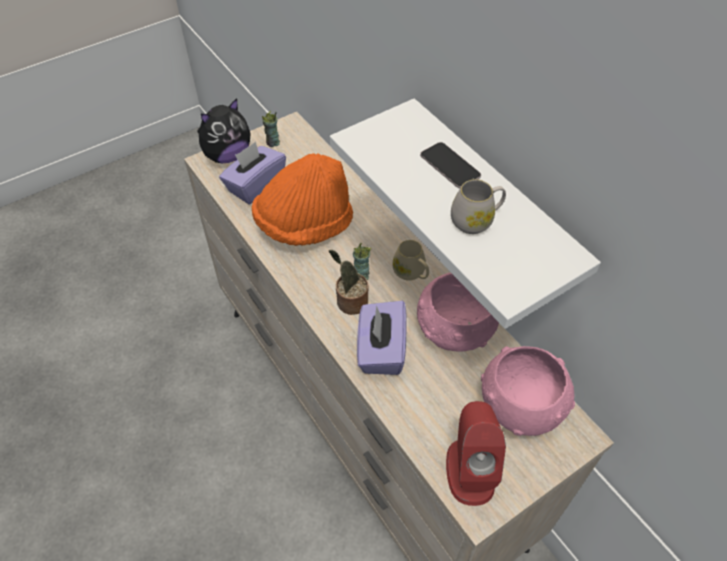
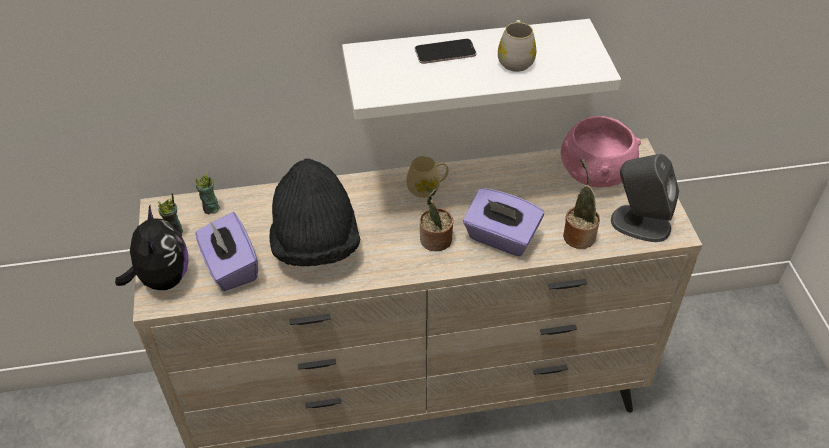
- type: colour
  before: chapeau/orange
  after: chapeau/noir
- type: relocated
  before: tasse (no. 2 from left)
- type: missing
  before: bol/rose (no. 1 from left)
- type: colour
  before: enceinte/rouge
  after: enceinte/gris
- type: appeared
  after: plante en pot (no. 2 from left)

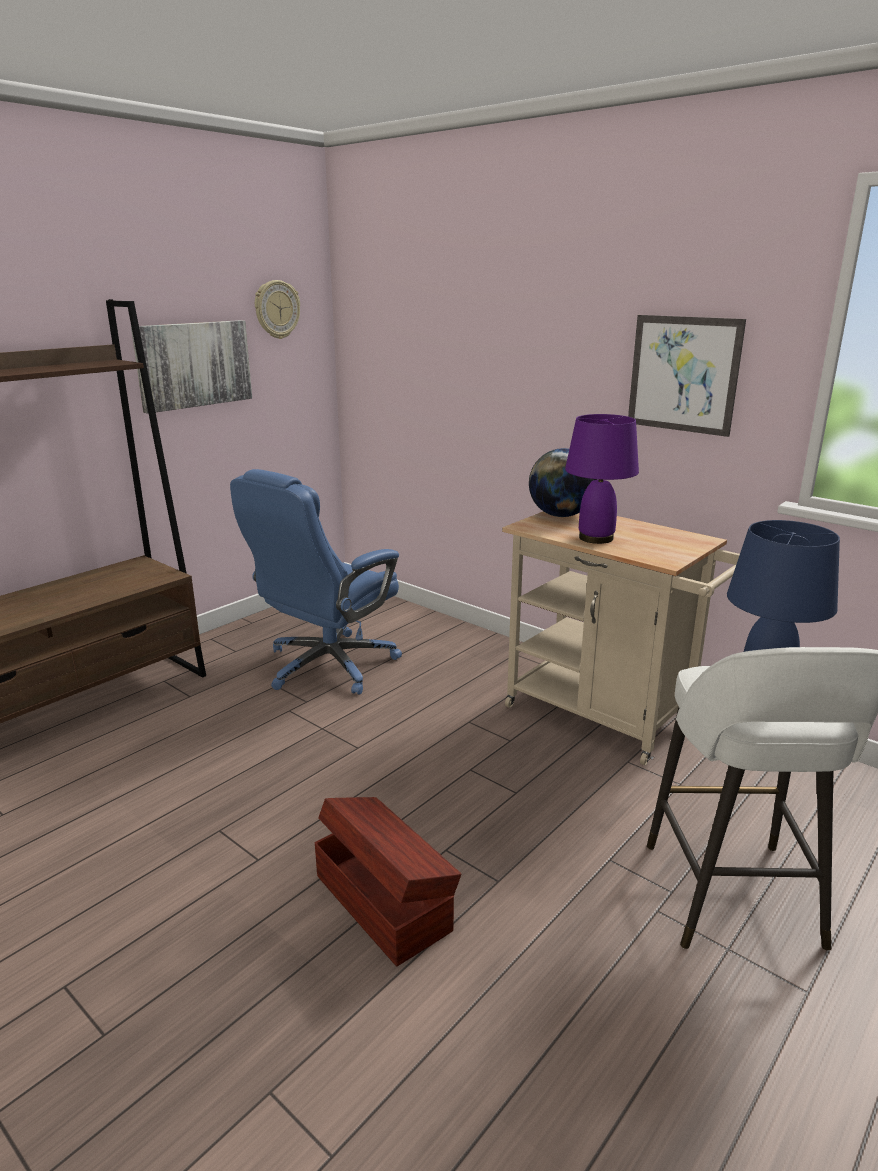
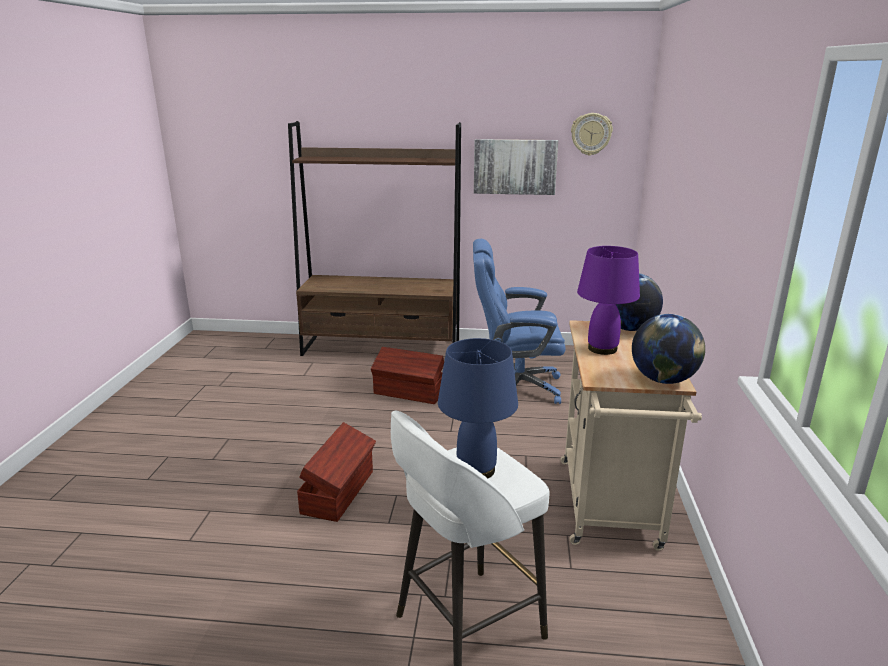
- type: missing
  before: tableau (no. 2 from left)
- type: appeared
  after: boîte de rangement/marron (no. 2 from left)
- type: appeared
  after: globe (no. 2 from left)

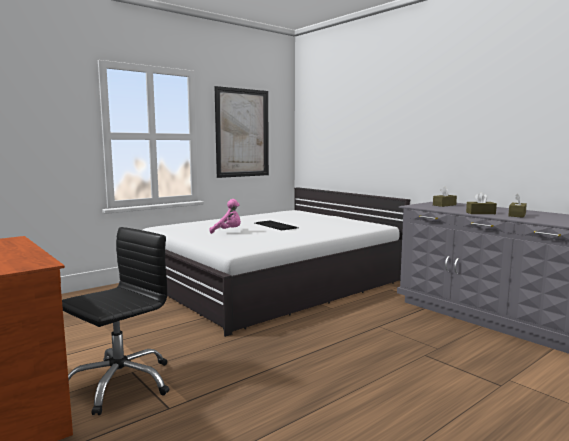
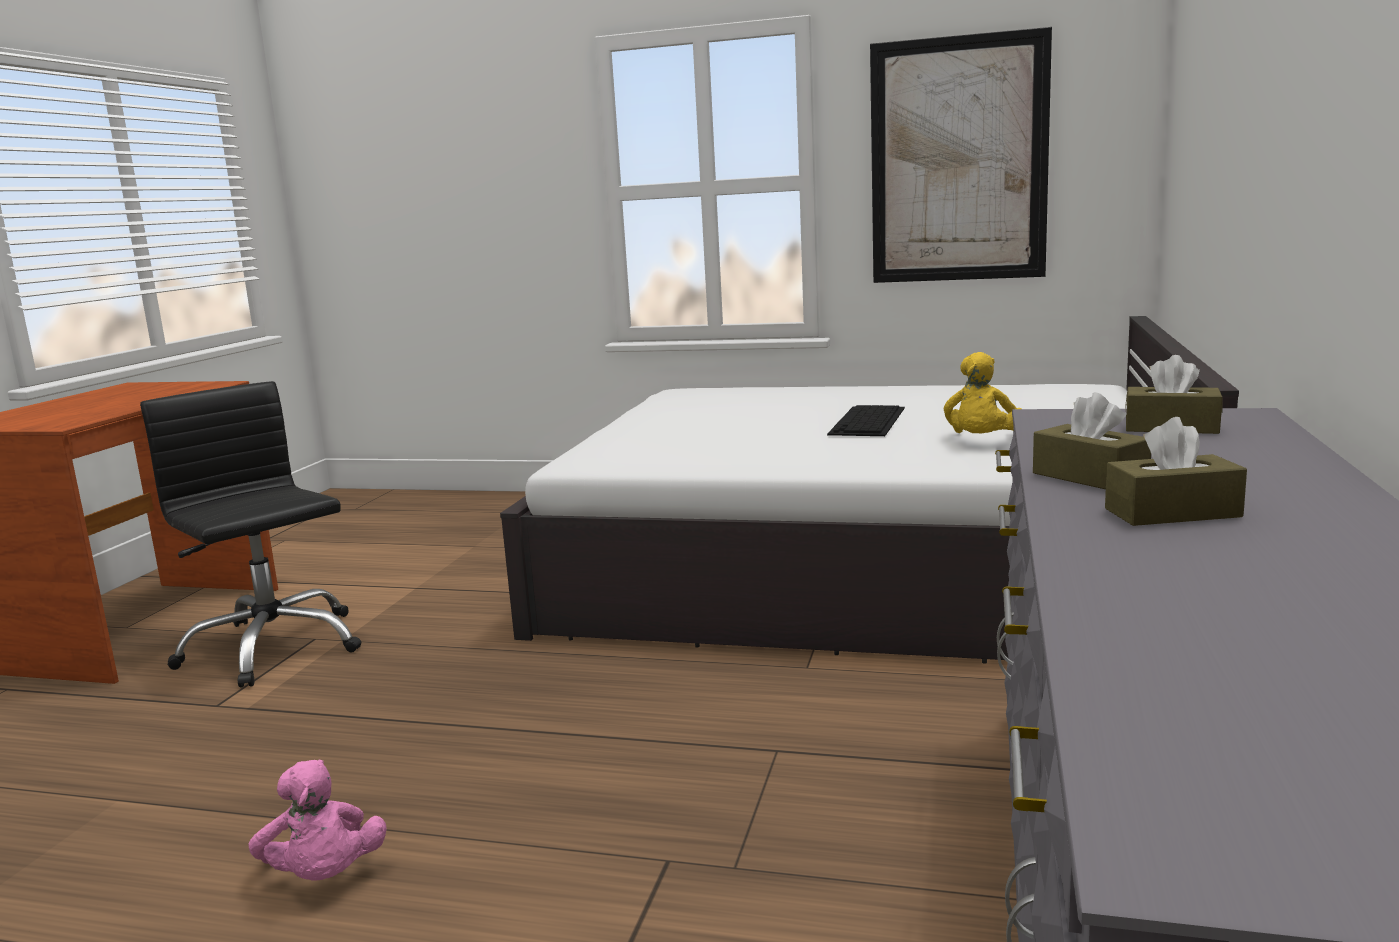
- type: spun
  before: chaise de bureau/noir
  turn: -135
- type: relocated
  before: peluche/rose
- type: appeared
  after: peluche/jaune

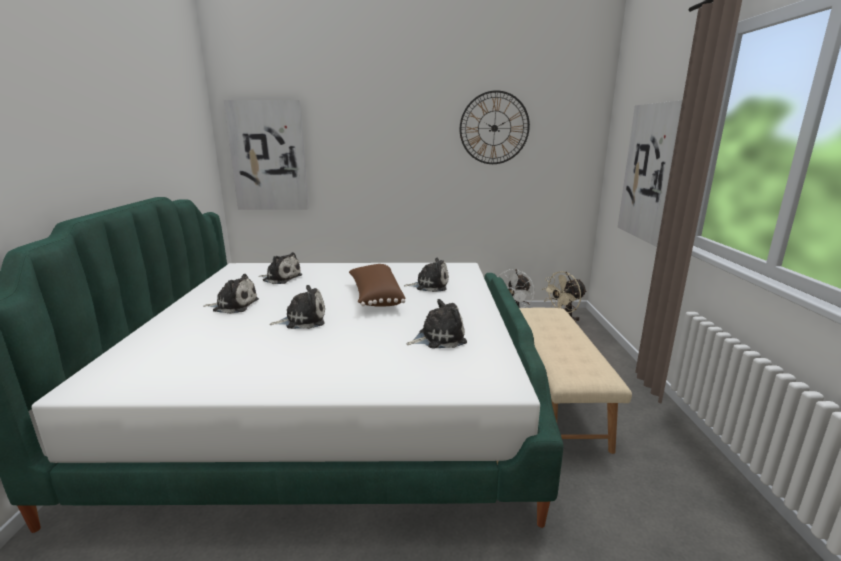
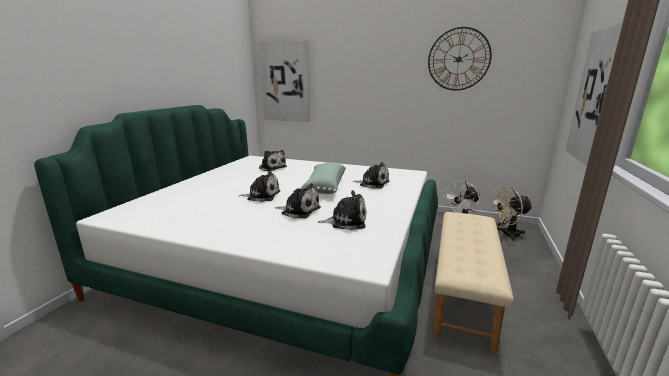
- type: relocated
  before: peluche (no. 1 from left in the first image)
  after: peluche (no. 3 from left)
- type: colour
  before: coussin/marron
  after: coussin/vert

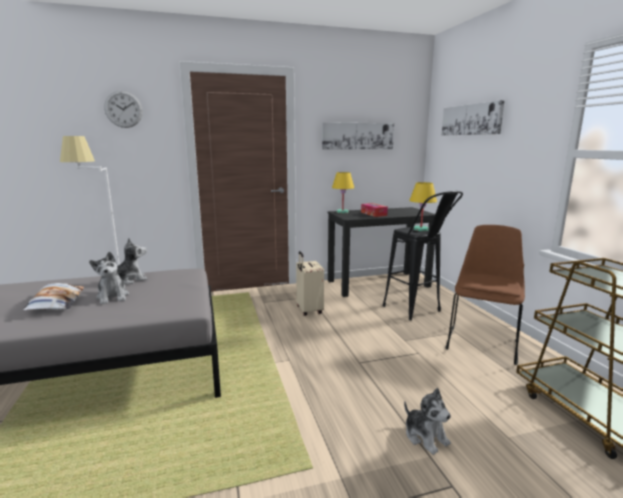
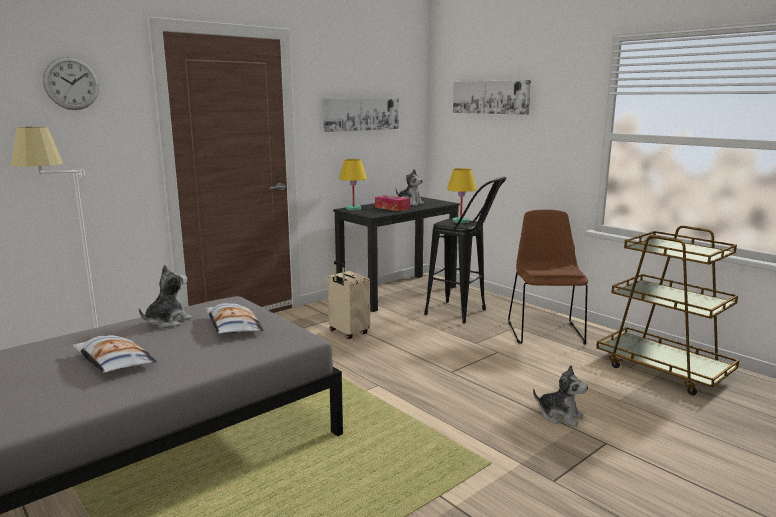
- type: relocated
  before: peluche (no. 1 from left in the first image)
  after: peluche (no. 2 from left)
- type: appeared
  after: coussin (no. 2 from left)

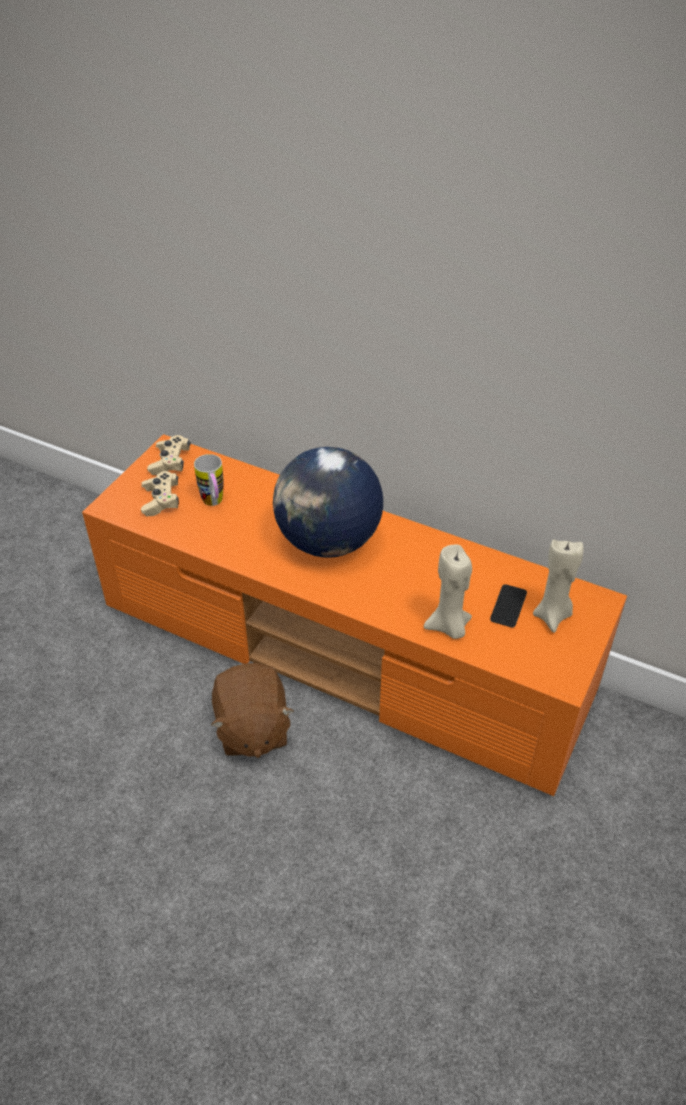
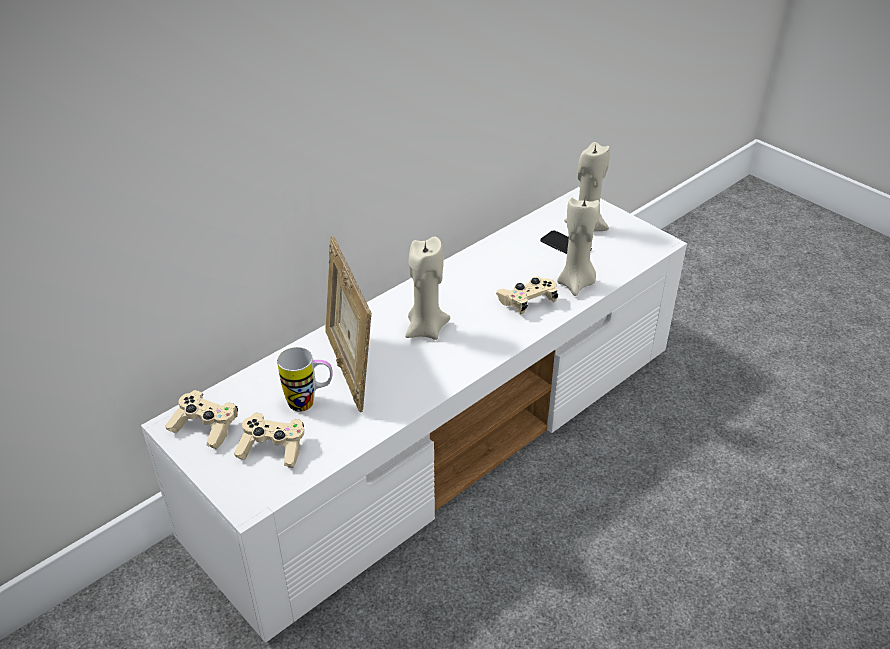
- type: colour
  before: meuble télé/orange
  after: meuble télé/blanc
- type: missing
  before: peluche/marron
- type: exchanged
  before: globe
  after: bougie/beige (no. 1 from left)
- type: appeared
  after: cadre photo
- type: appeared
  after: manette/beige (no. 3 from left)

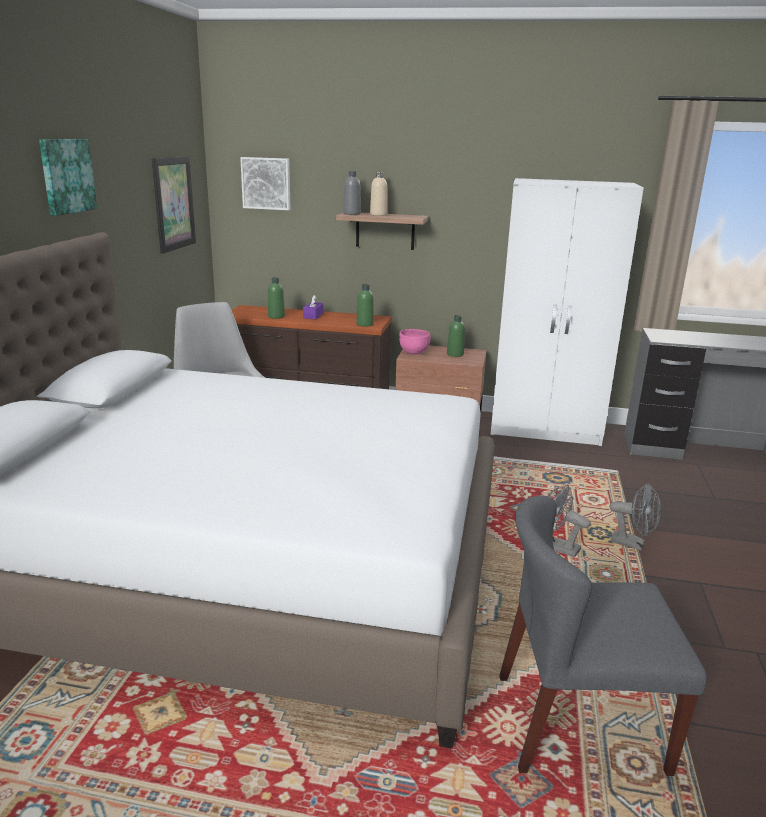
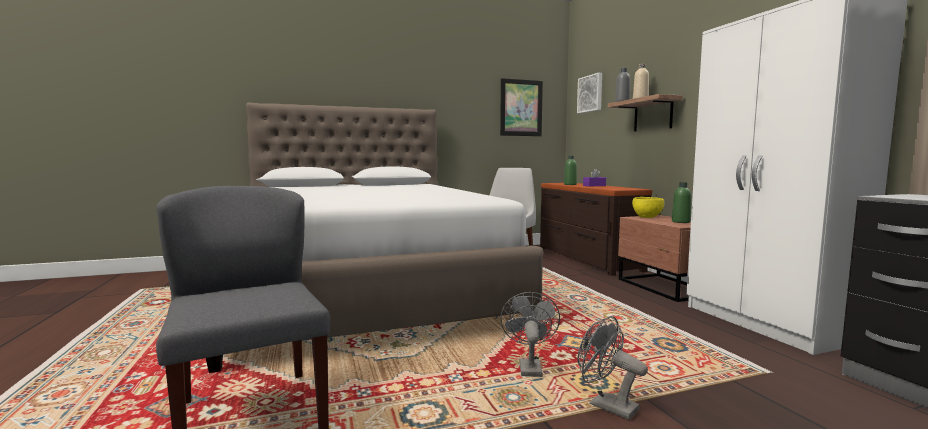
- type: missing
  before: tableau (no. 1 from left)
- type: missing
  before: bouteille/vert (no. 2 from left)
- type: colour
  before: bol/rose
  after: bol/jaune
- type: spun
  before: ventilateur/gris (no. 2 from left)
  turn: 135

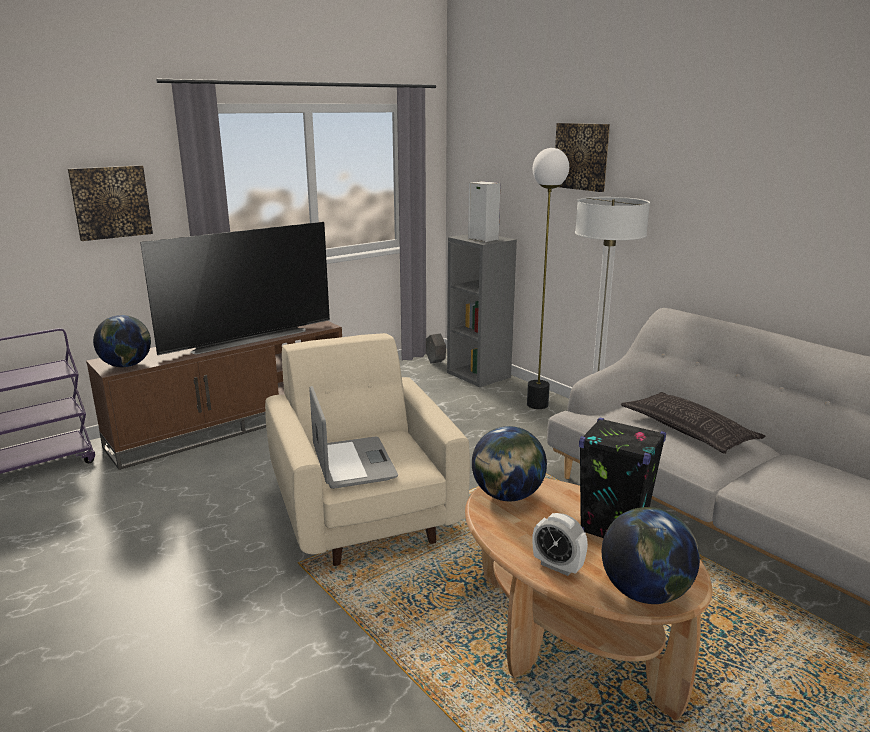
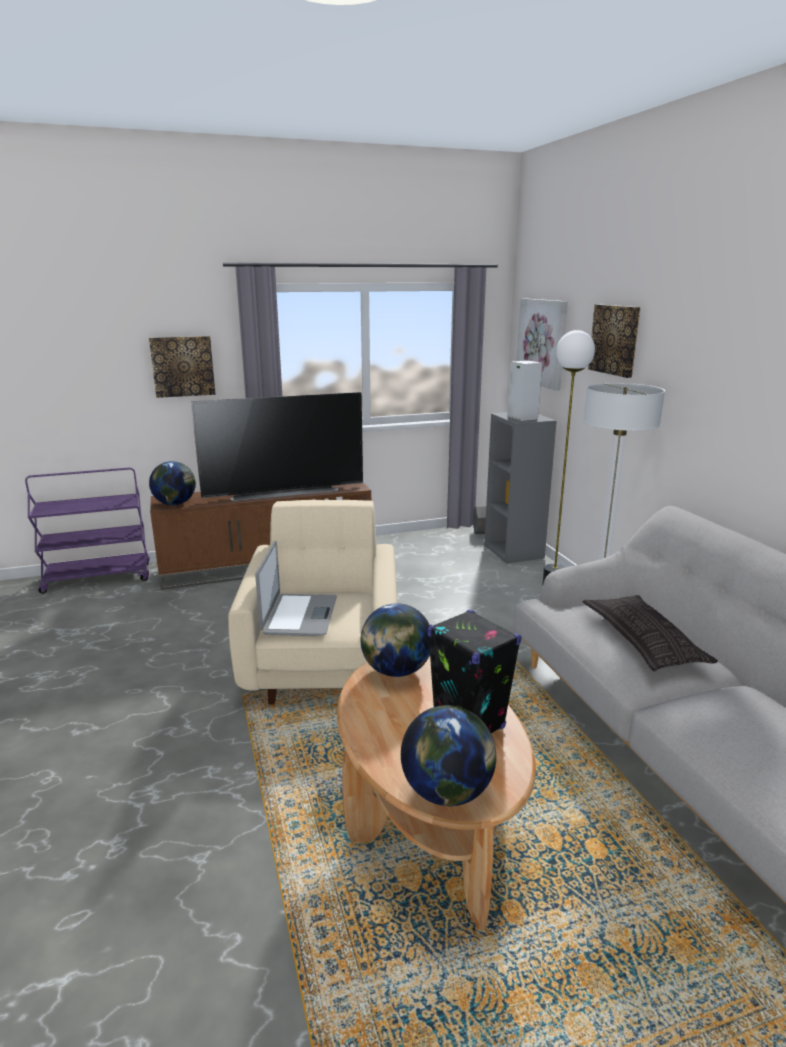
- type: missing
  before: réveil
- type: appeared
  after: tableau (no. 2 from left)

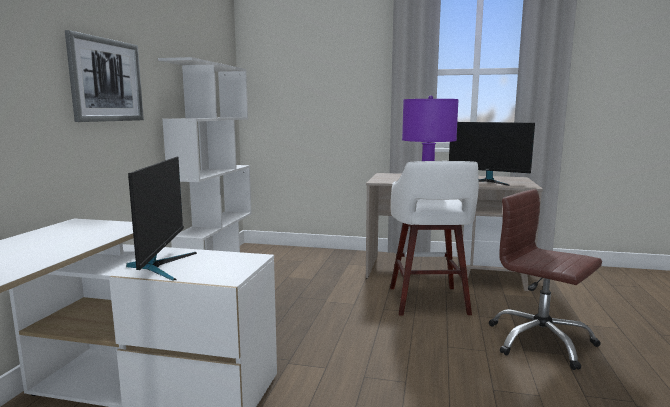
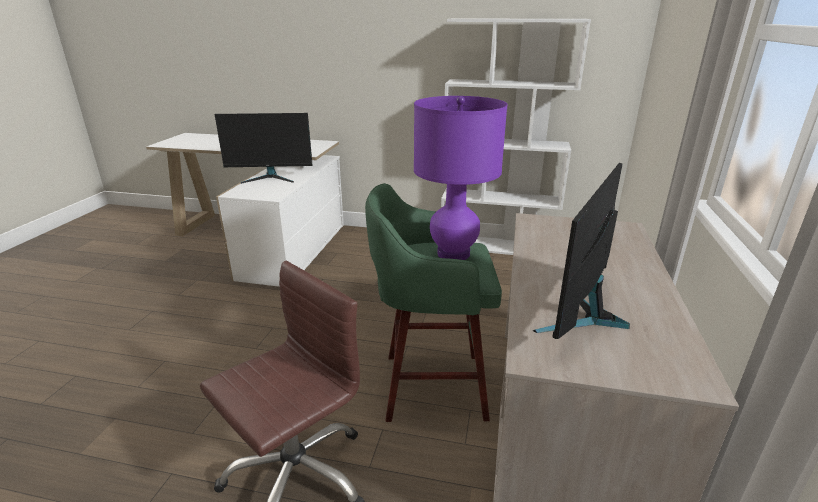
- type: missing
  before: tableau
- type: colour
  before: tabouret/blanc
  after: tabouret/vert

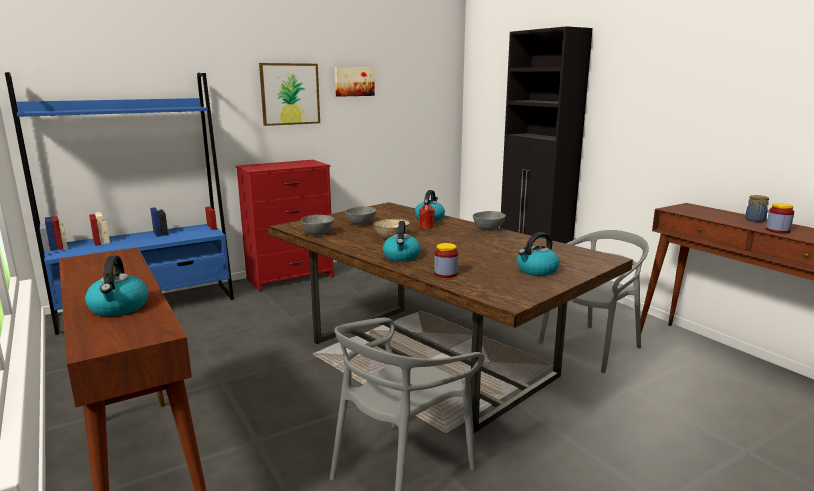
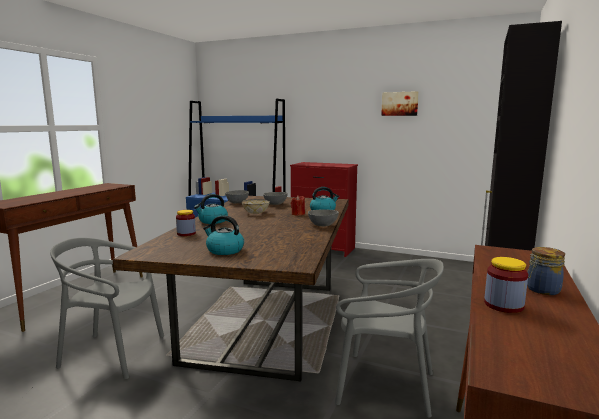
- type: missing
  before: bouilloire (no. 1 from left)
- type: missing
  before: tableau (no. 1 from left)

